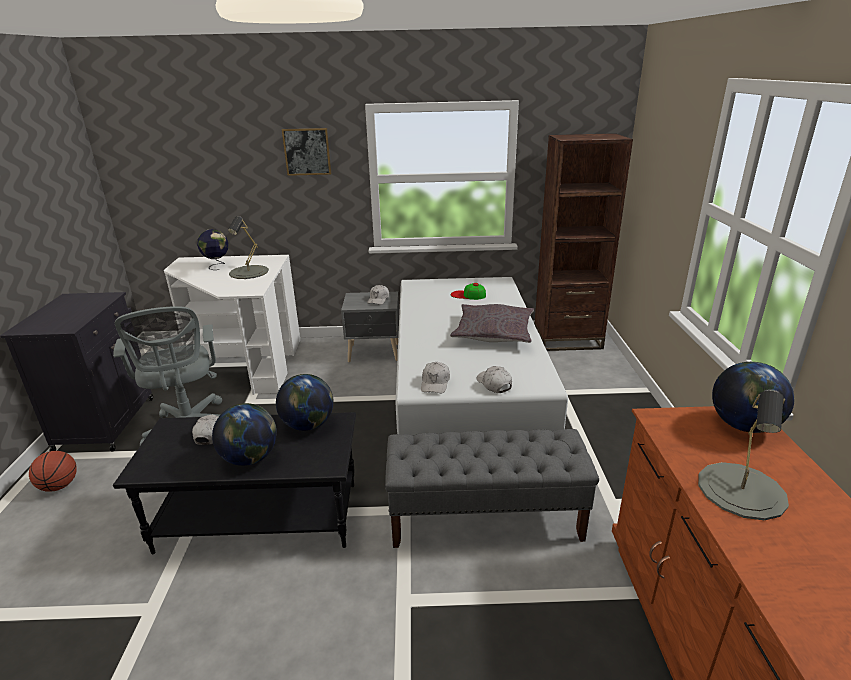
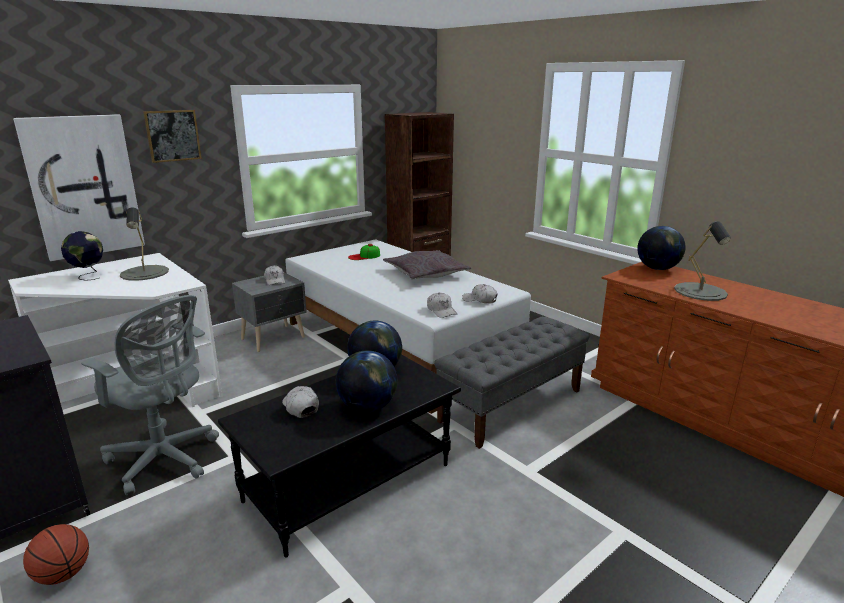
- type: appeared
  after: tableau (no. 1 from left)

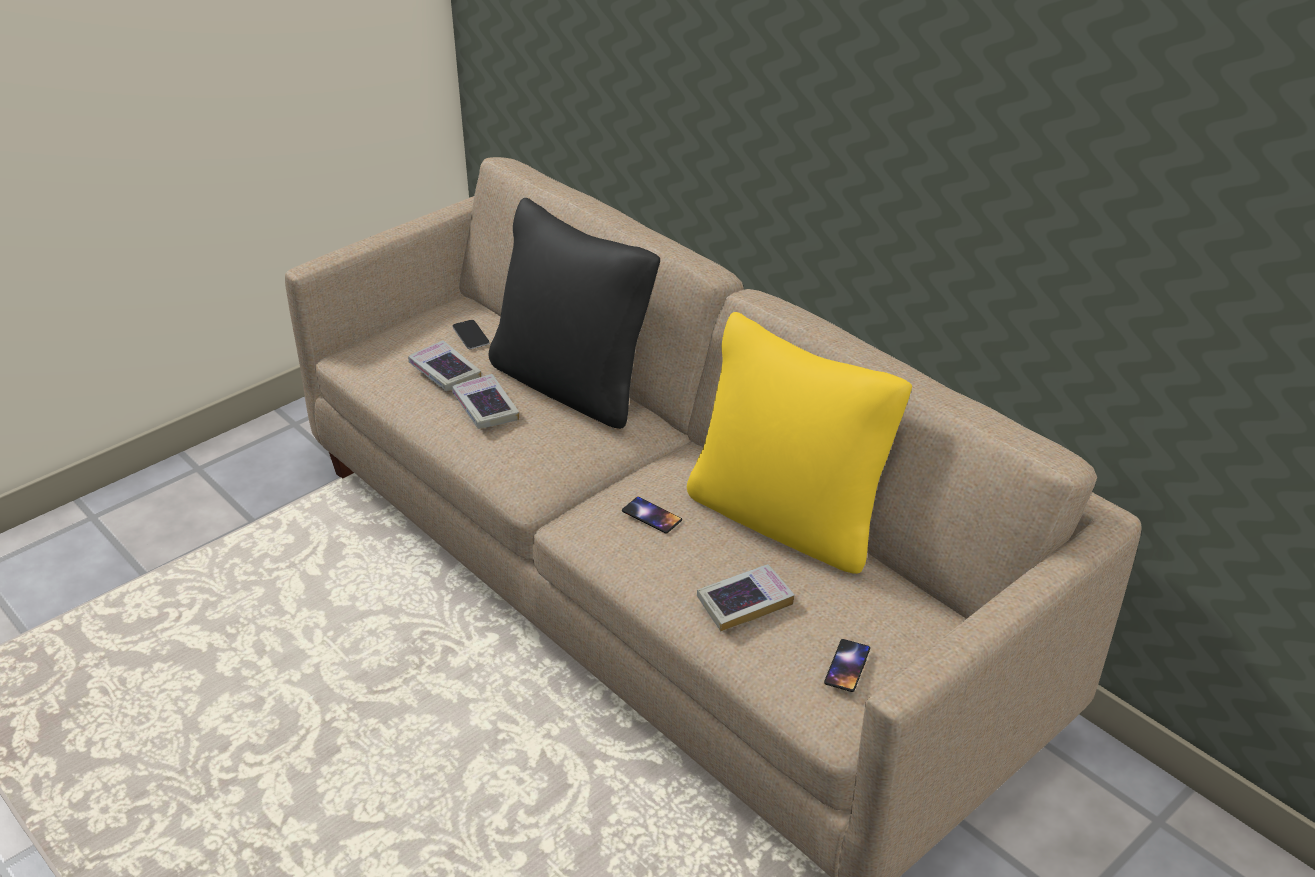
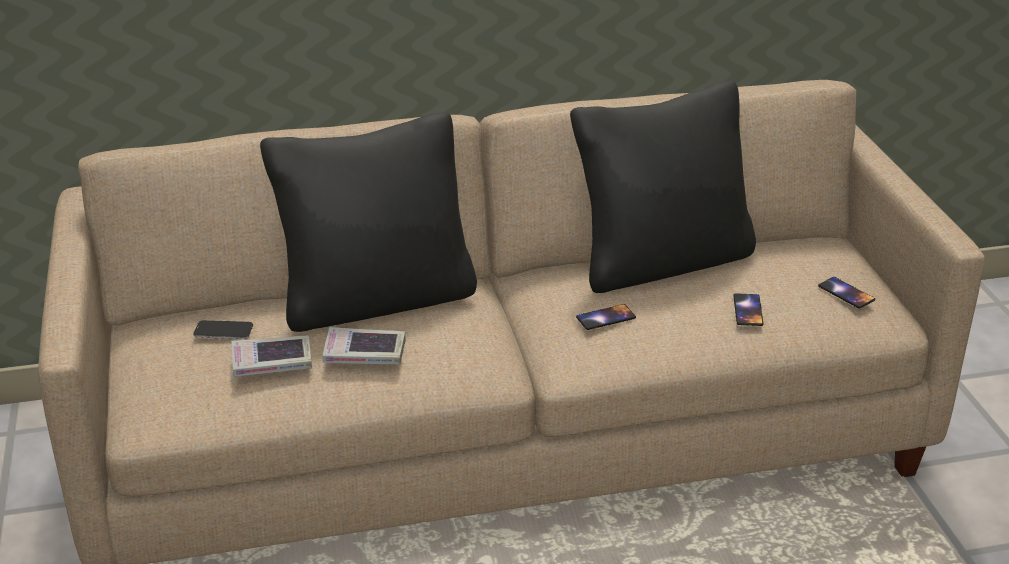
- type: colour
  before: coussin/jaune
  after: coussin/noir (no. 2 from left)
- type: exchanged
  before: livre (no. 3 from left)
  after: téléphone (no. 3 from left)

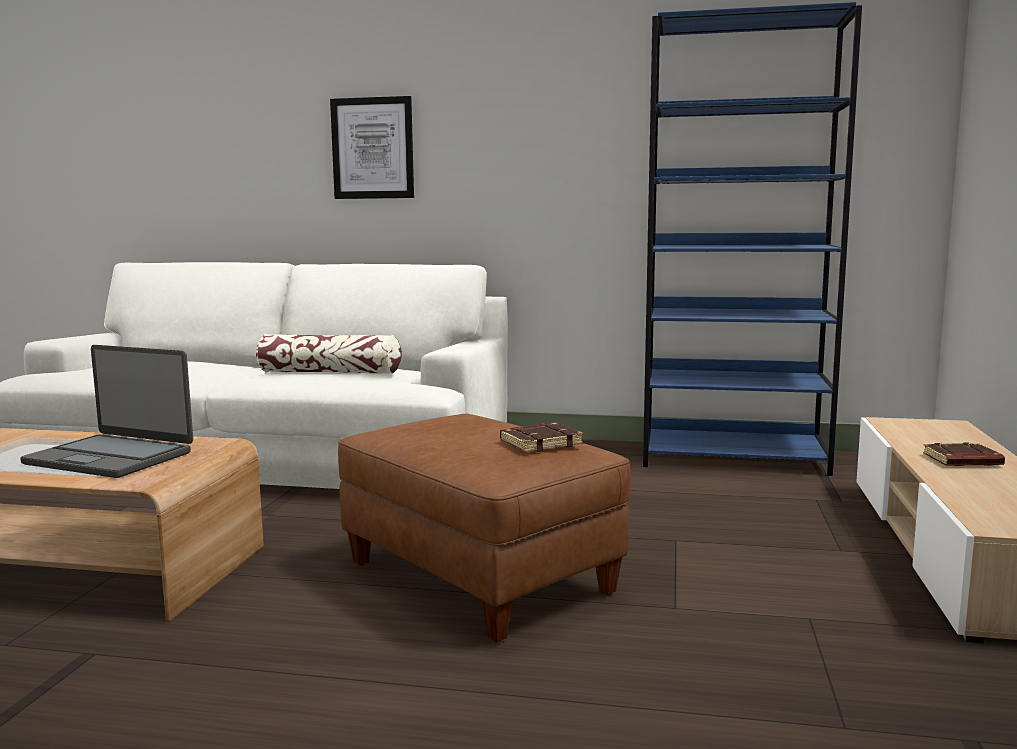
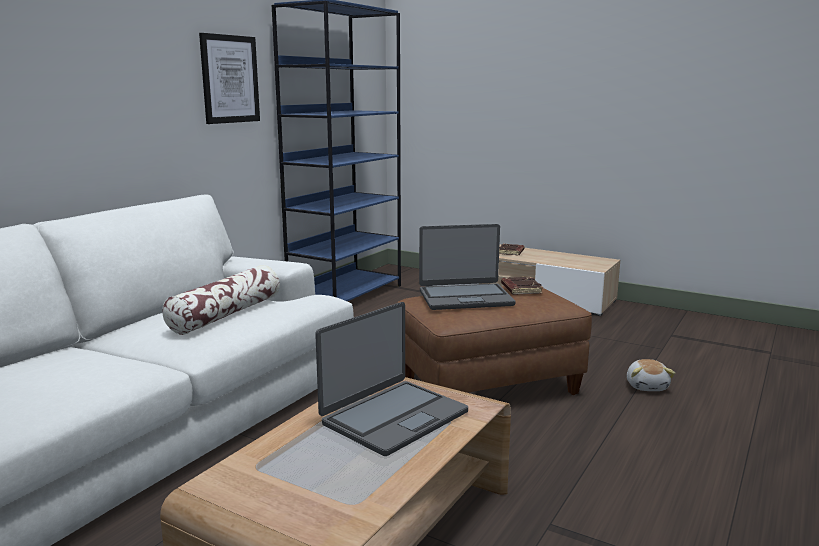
- type: relocated
  before: tableau
- type: appeared
  after: ordinateur portable (no. 2 from left)
- type: appeared
  after: peluche

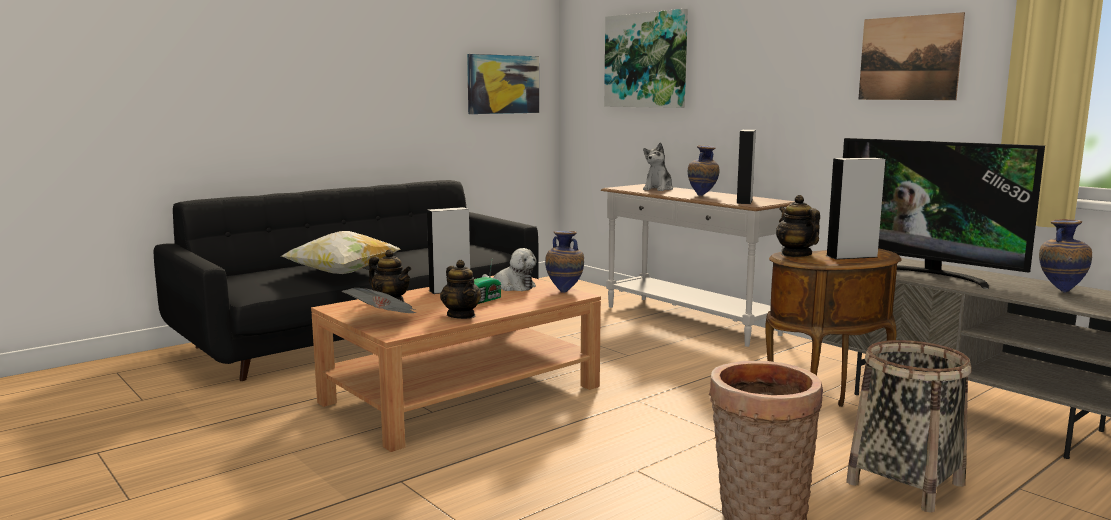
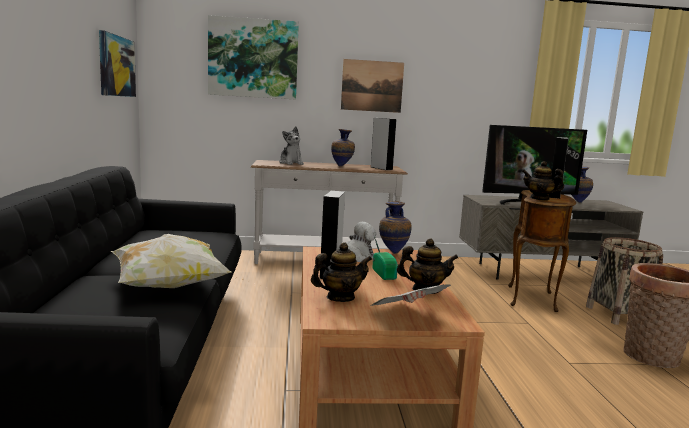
- type: relocated
  before: tableau (no. 3 from left)

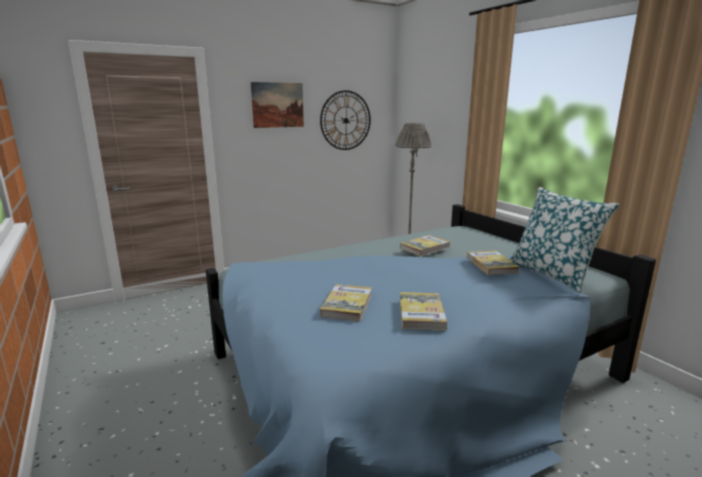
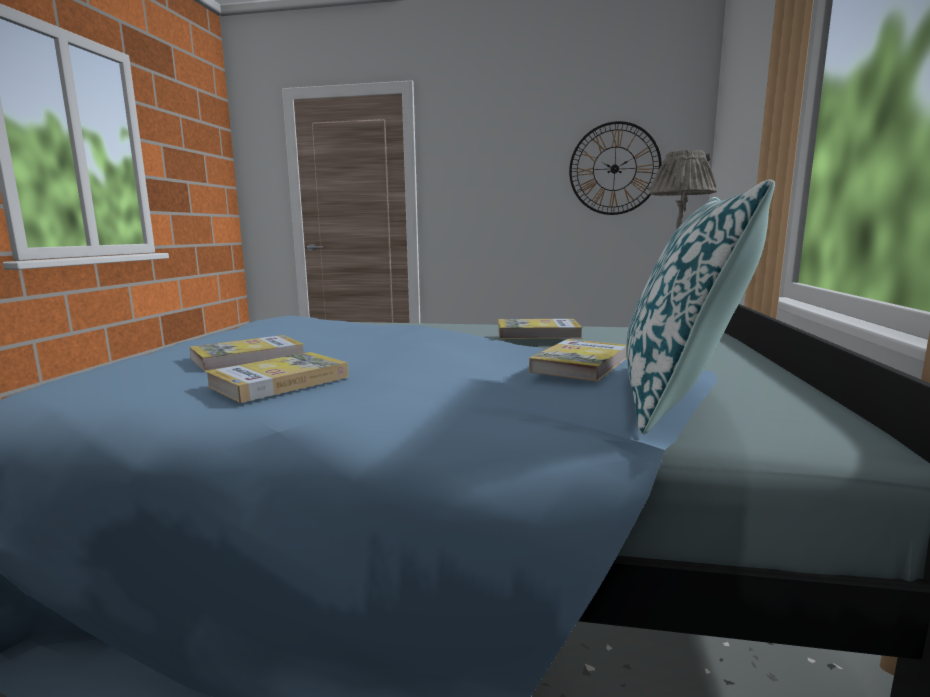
- type: missing
  before: tableau

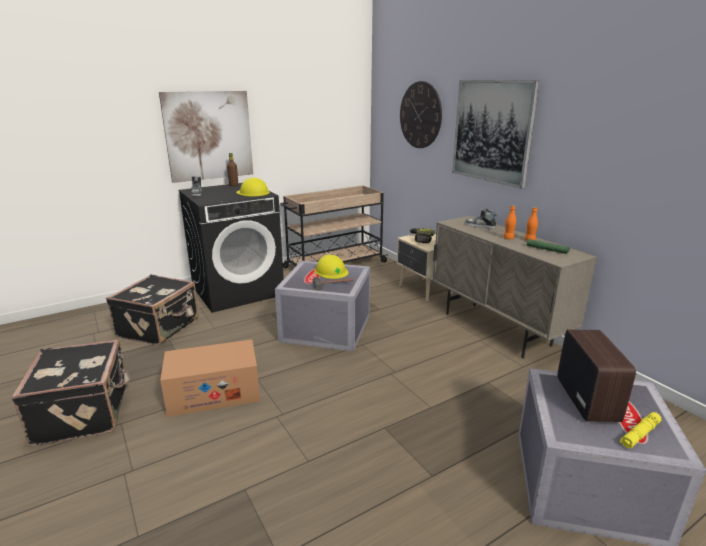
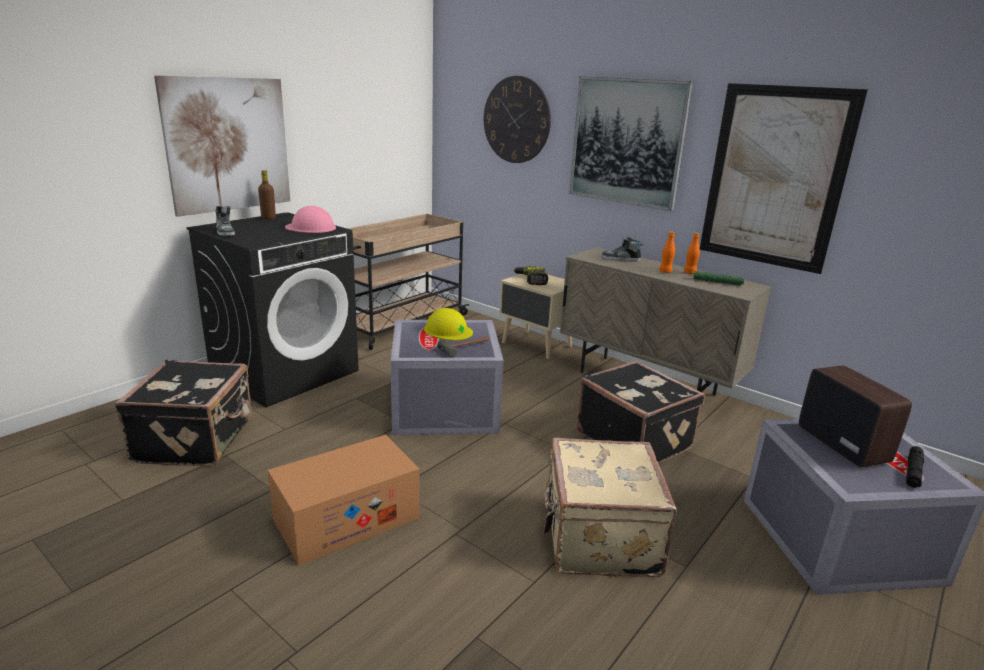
- type: relocated
  before: valise/noir (no. 1 from left in the first image)
  after: valise/noir (no. 2 from left)
- type: colour
  before: casque de chantier/jaune (no. 1 from left)
  after: casque de chantier/rose
- type: colour
  before: lampe de poche/jaune
  after: lampe de poche/noir
- type: appeared
  after: valise/beige
- type: appeared
  after: tableau (no. 3 from left)

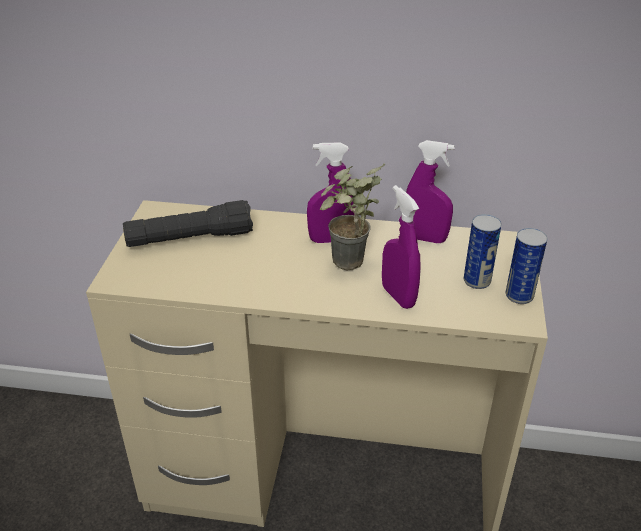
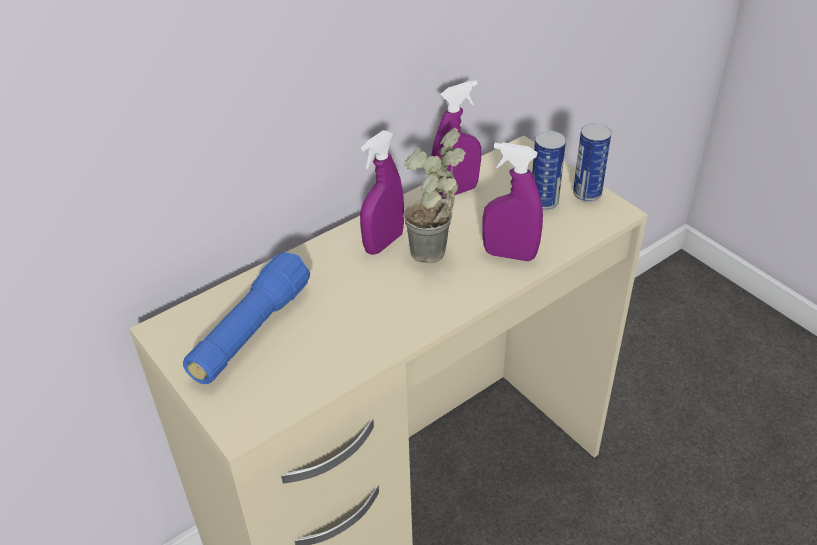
- type: colour
  before: lampe de poche/noir
  after: lampe de poche/bleu

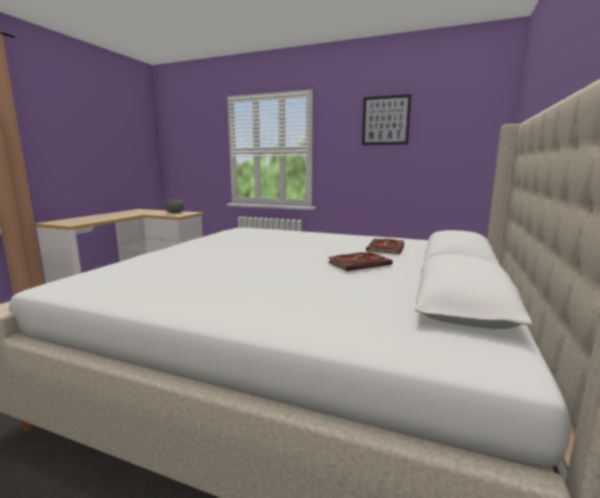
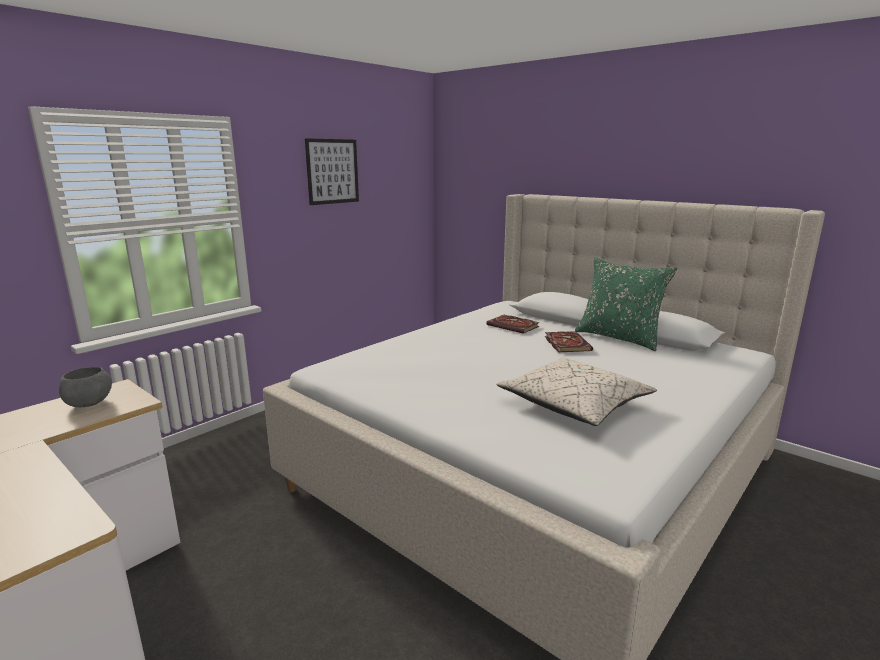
- type: appeared
  after: coussin/beige
- type: appeared
  after: coussin/vert

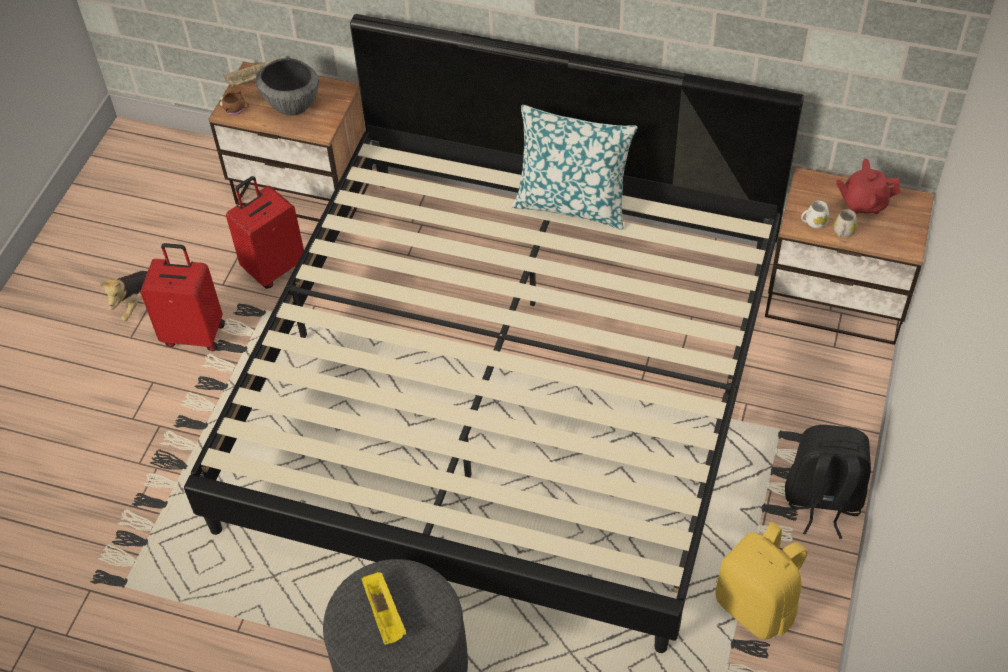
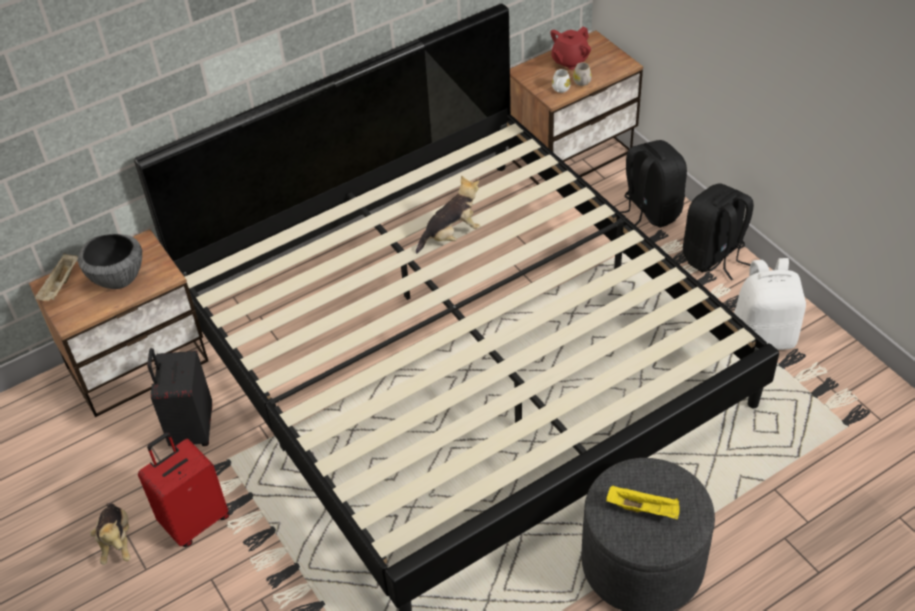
- type: missing
  before: mug/marron
- type: colour
  before: valise/rouge (no. 2 from left)
  after: valise/noir
- type: missing
  before: coussin
- type: colour
  before: sac à dos/jaune
  after: sac à dos/blanc
- type: appeared
  after: peluche (no. 2 from left)
- type: appeared
  after: sac à dos/noir (no. 1 from left)

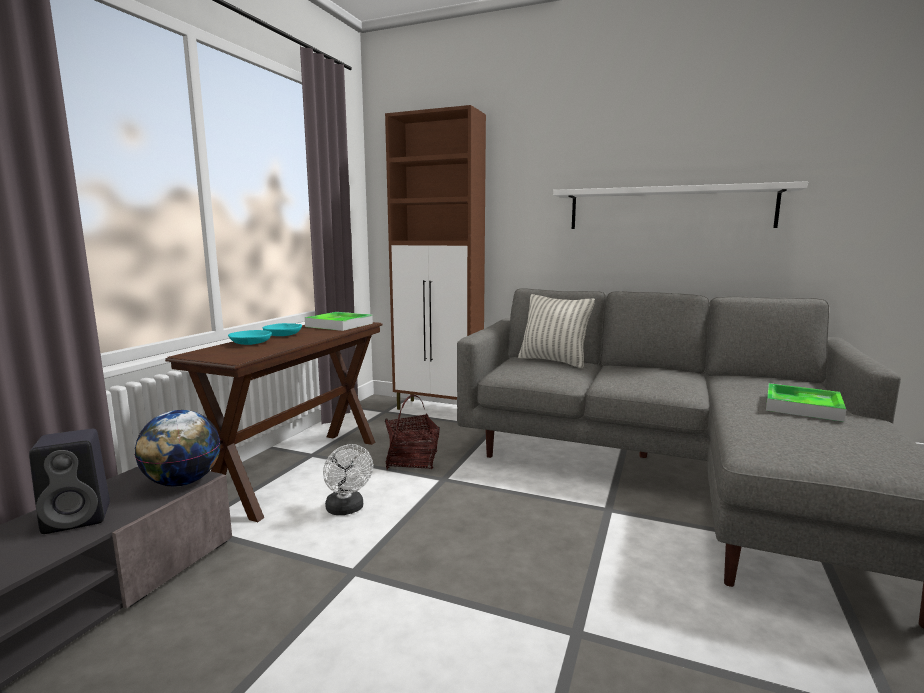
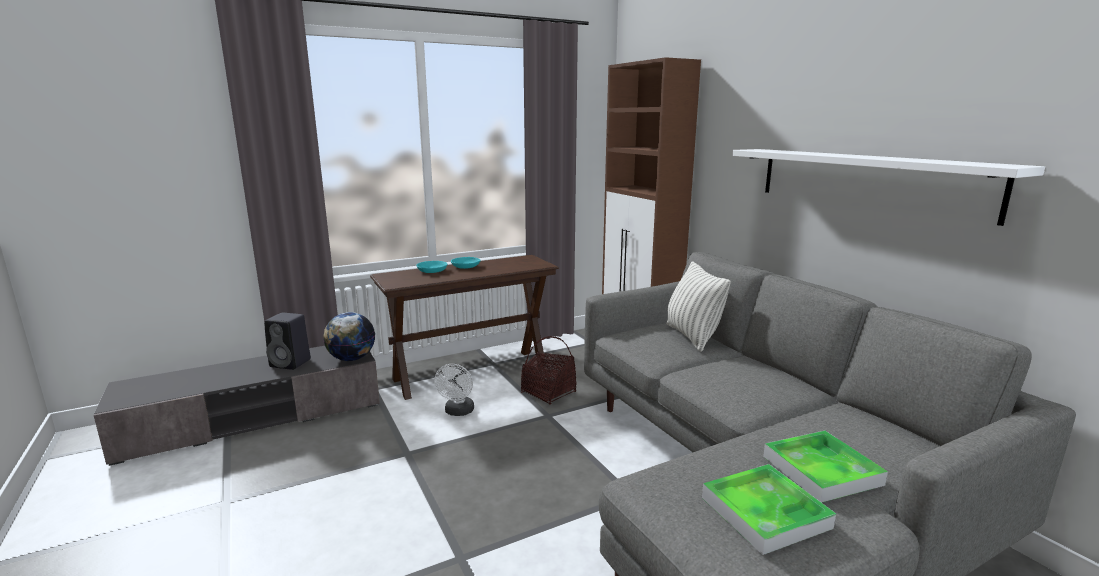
- type: relocated
  before: plateau (no. 1 from left)

